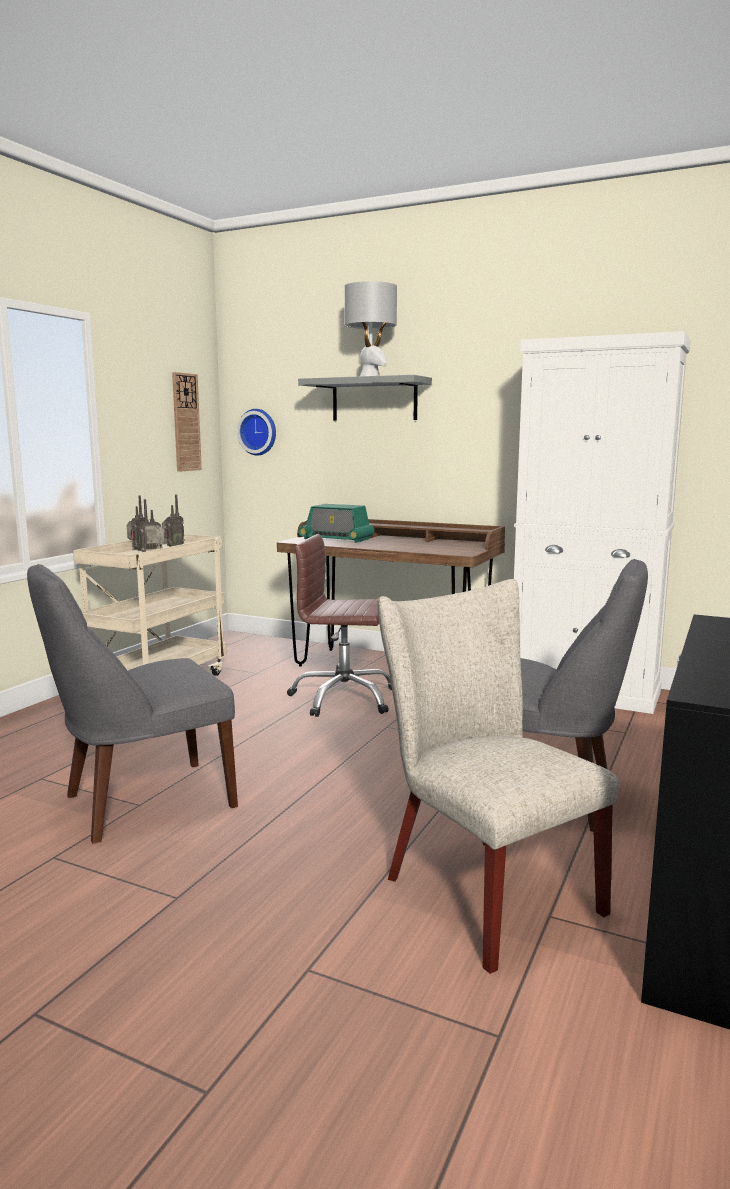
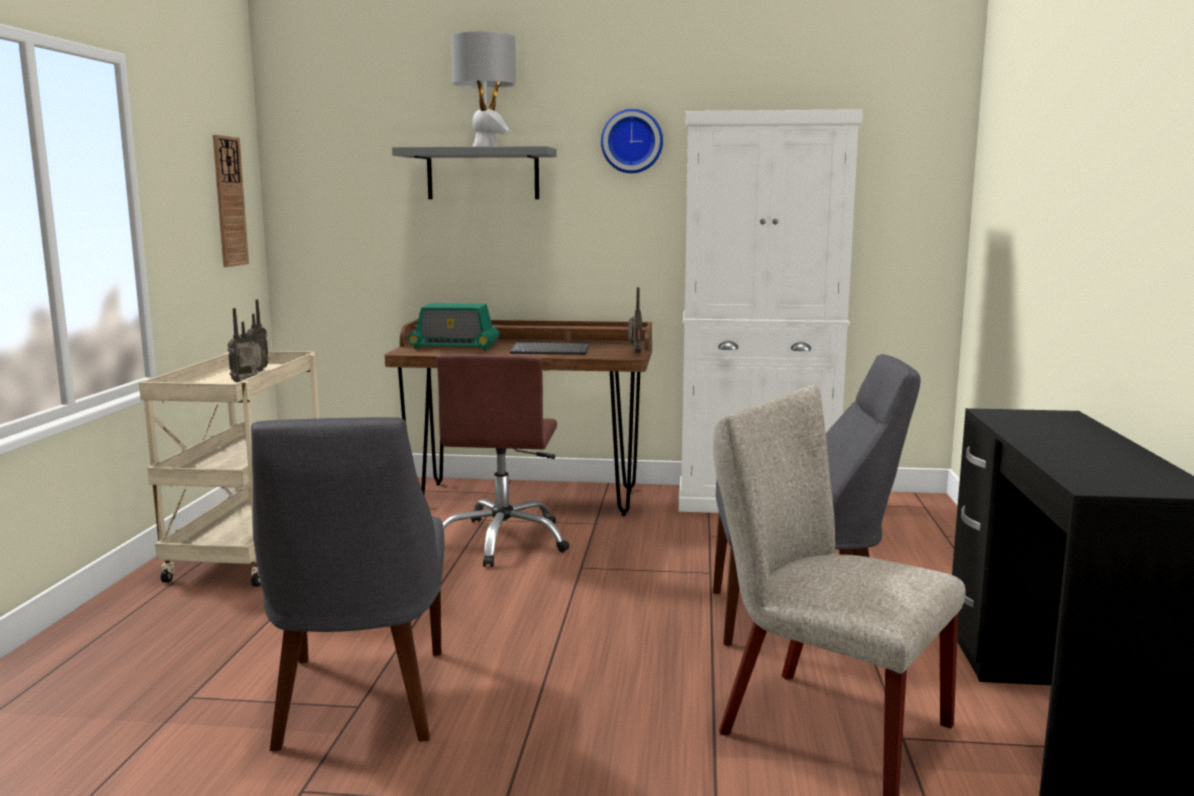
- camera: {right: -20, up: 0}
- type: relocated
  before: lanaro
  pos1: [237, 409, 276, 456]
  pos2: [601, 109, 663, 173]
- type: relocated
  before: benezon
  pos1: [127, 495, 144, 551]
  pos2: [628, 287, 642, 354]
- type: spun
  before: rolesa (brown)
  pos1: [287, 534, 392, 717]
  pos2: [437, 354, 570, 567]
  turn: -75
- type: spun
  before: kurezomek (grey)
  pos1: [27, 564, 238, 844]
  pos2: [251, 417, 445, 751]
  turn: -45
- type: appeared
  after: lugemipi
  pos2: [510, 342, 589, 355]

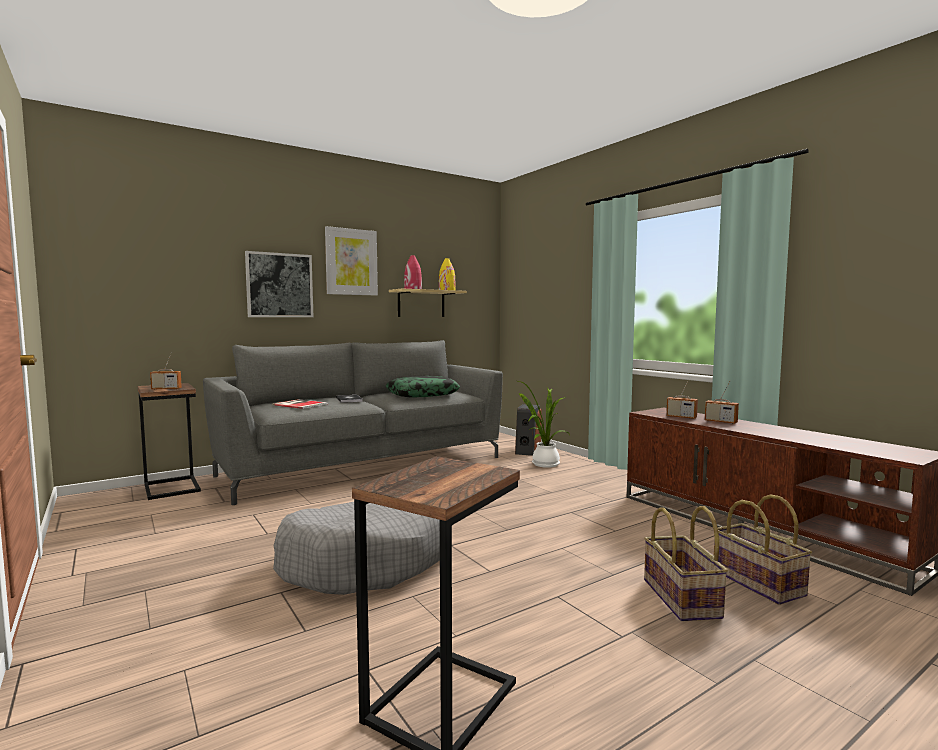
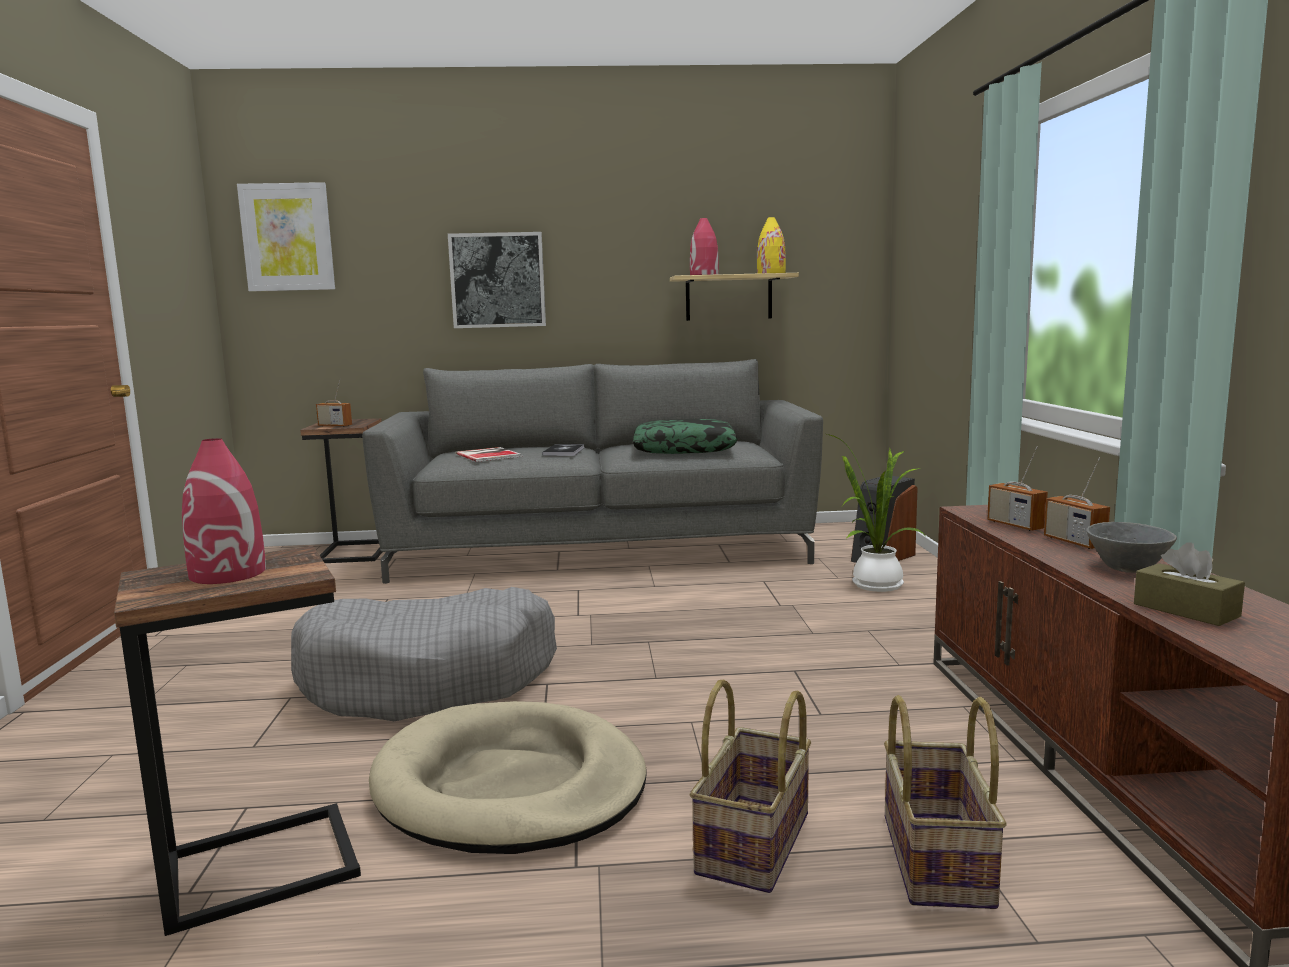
- camera: {right: 30, up: 5}
- type: relocated
  before: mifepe
  pos1: [325, 226, 378, 295]
  pos2: [237, 182, 335, 292]
- type: appeared
  after: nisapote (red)
  pos2: [182, 438, 266, 584]
- type: appeared
  after: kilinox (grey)
  pos2: [1086, 522, 1177, 573]
- type: appeared
  after: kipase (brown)
  pos2: [1134, 542, 1245, 626]
- type: appeared
  after: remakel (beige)
  pos2: [369, 701, 646, 854]

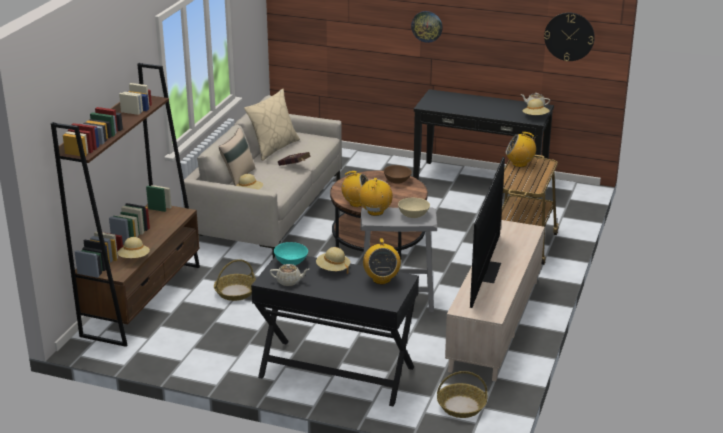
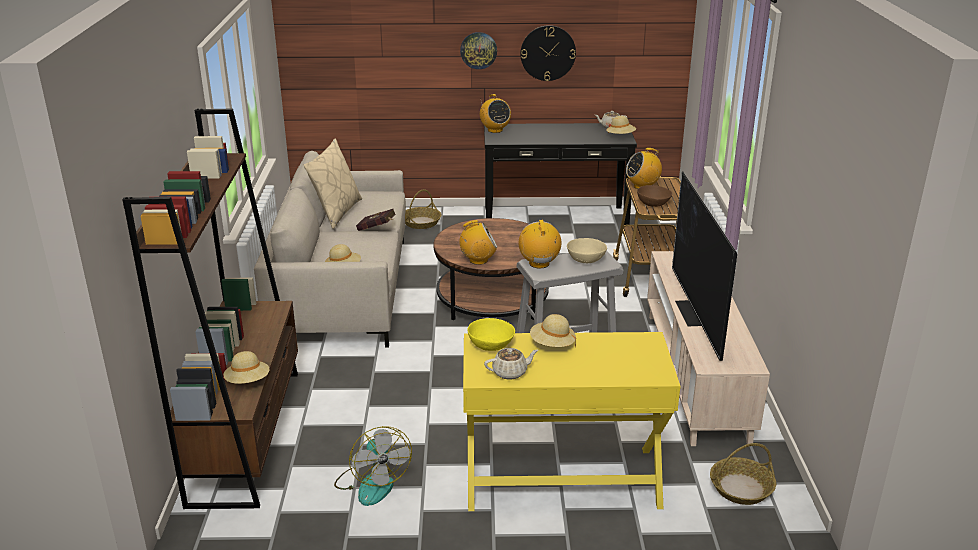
- camera: {right: -20, up: 0}
- type: relocated
  before: lanaro
  pos1: [544, 13, 595, 61]
  pos2: [520, 25, 576, 81]
- type: missing
  before: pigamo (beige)
  pos1: [218, 128, 255, 186]
- type: relocated
  before: kilinox (brown)
  pos1: [384, 165, 412, 183]
  pos2: [637, 185, 672, 207]
- type: relocated
  before: benezon
  pos1: [363, 238, 401, 284]
  pos2: [480, 94, 511, 133]
- type: colour
  before: kilinox (turquoise)
  after: kilinox (yellow)
  pos1: [274, 242, 308, 265]
  pos2: [468, 318, 515, 351]
- type: colour
  before: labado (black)
  after: labado (yellow)
  pos1: [251, 256, 419, 406]
  pos2: [463, 332, 681, 511]
- type: relocated
  before: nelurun
  pos1: [214, 259, 256, 301]
  pos2: [405, 189, 441, 229]
- type: appeared
  after: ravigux
  pos2: [334, 426, 412, 506]

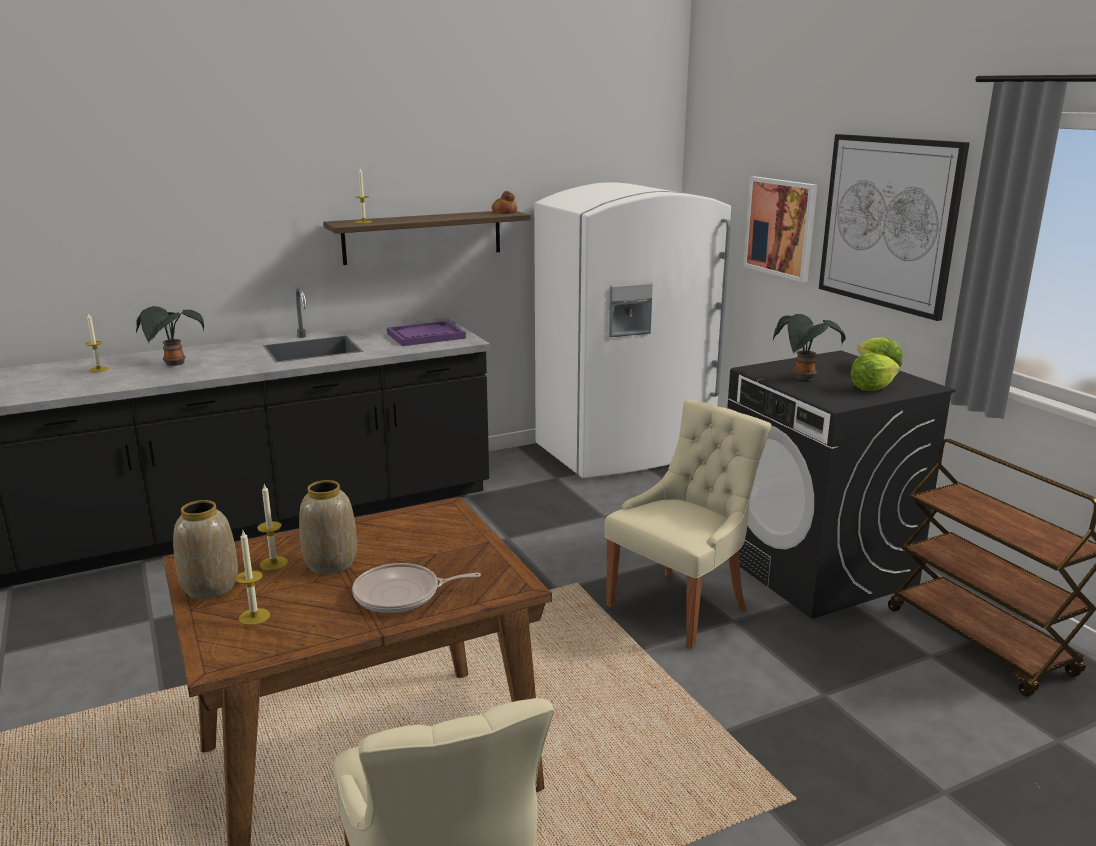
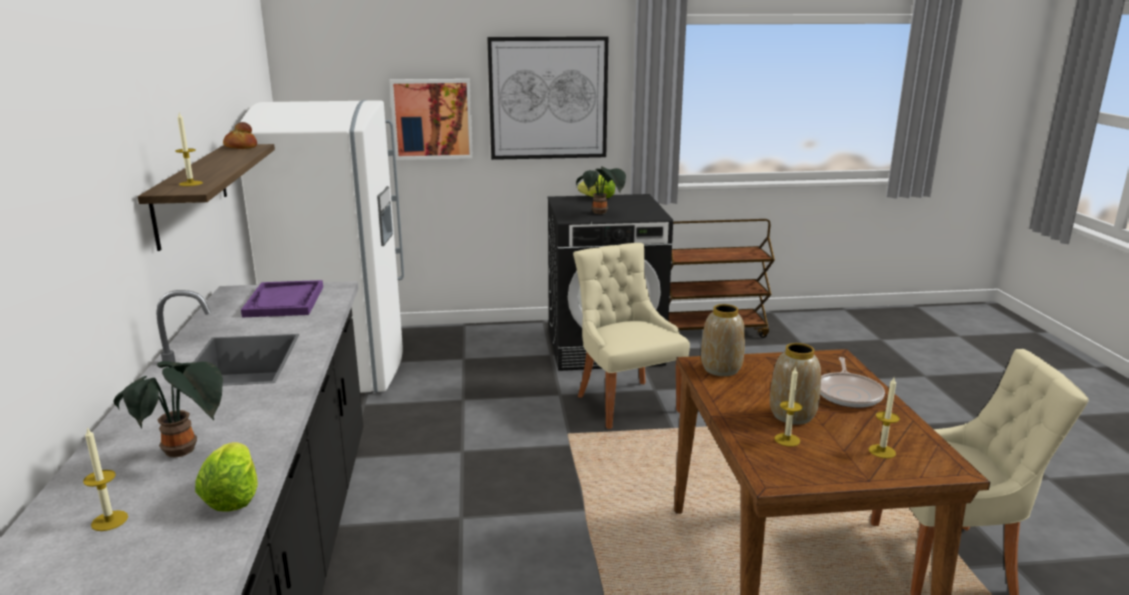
- camera: {right: -70, up: 0}
- type: relocated
  before: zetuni
  pos1: [850, 353, 900, 391]
  pos2: [195, 442, 258, 512]
- type: relocated
  before: nisapote
  pos1: [173, 500, 238, 599]
  pos2: [701, 304, 745, 376]

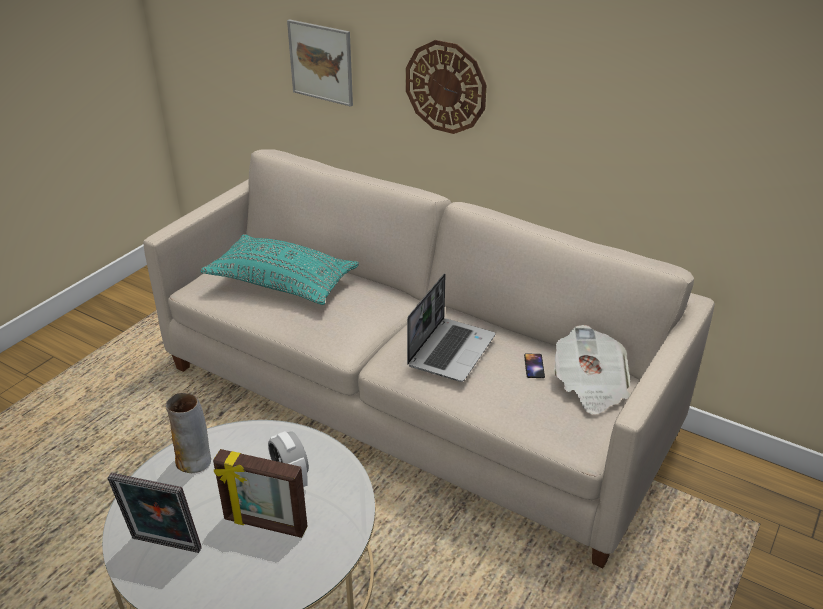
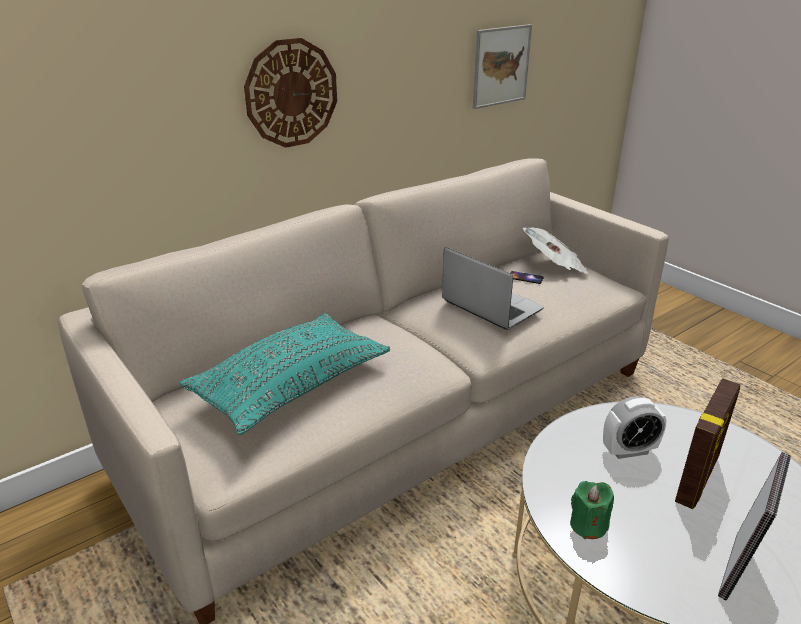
- camera: {right: -70, up: -5}
- type: relocated
  before: mifepe
  pos1: [287, 19, 353, 107]
  pos2: [473, 24, 532, 109]
- type: exchanged
  before: nisapote
  after: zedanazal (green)
  pos1: [165, 393, 211, 473]
  pos2: [570, 481, 614, 539]

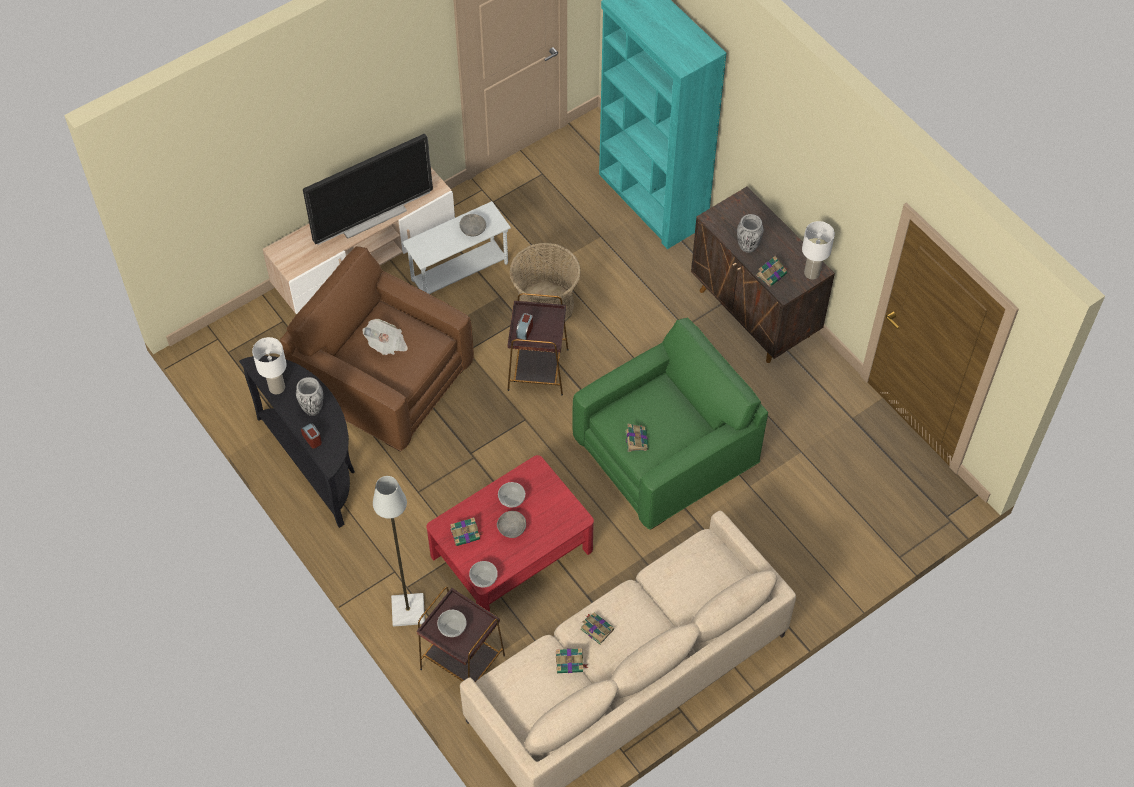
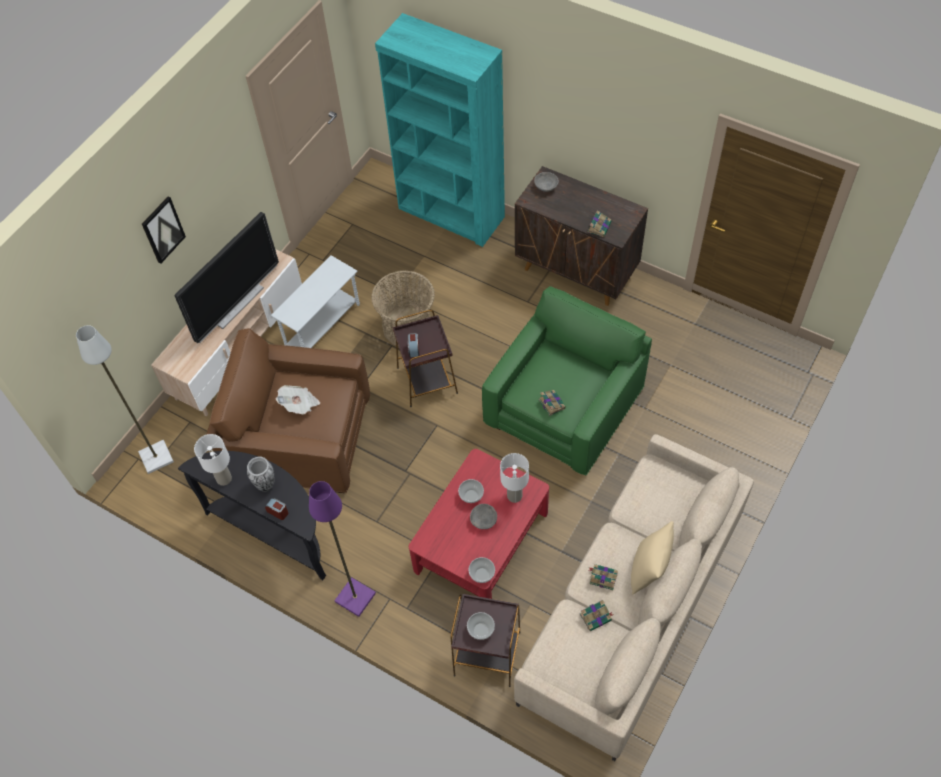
- camera: {right: -20, up: 0}
- type: relocated
  before: kilinox (grey)
  pos1: [459, 214, 486, 236]
  pos2: [534, 172, 559, 192]
- type: missing
  before: nisapote
  pos1: [737, 214, 763, 253]
- type: relocated
  before: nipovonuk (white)
  pos1: [802, 221, 835, 279]
  pos2: [500, 453, 529, 503]
- type: relocated
  before: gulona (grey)
  pos1: [373, 476, 425, 627]
  pos2: [76, 325, 174, 474]
- type: missing
  before: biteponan
  pos1: [450, 517, 483, 546]
- type: appeared
  after: mifepe
  pos2: [142, 197, 186, 264]
- type: appeared
  after: gulona (purple)
  pos2: [309, 481, 376, 617]
- type: appeared
  after: pigamo (beige)
  pos2: [631, 521, 674, 595]

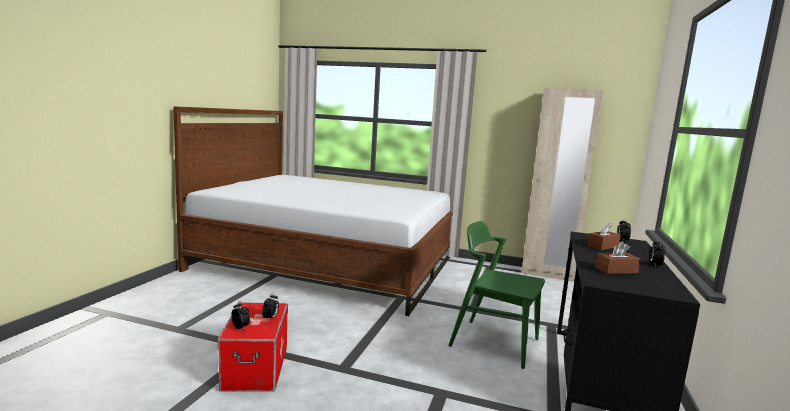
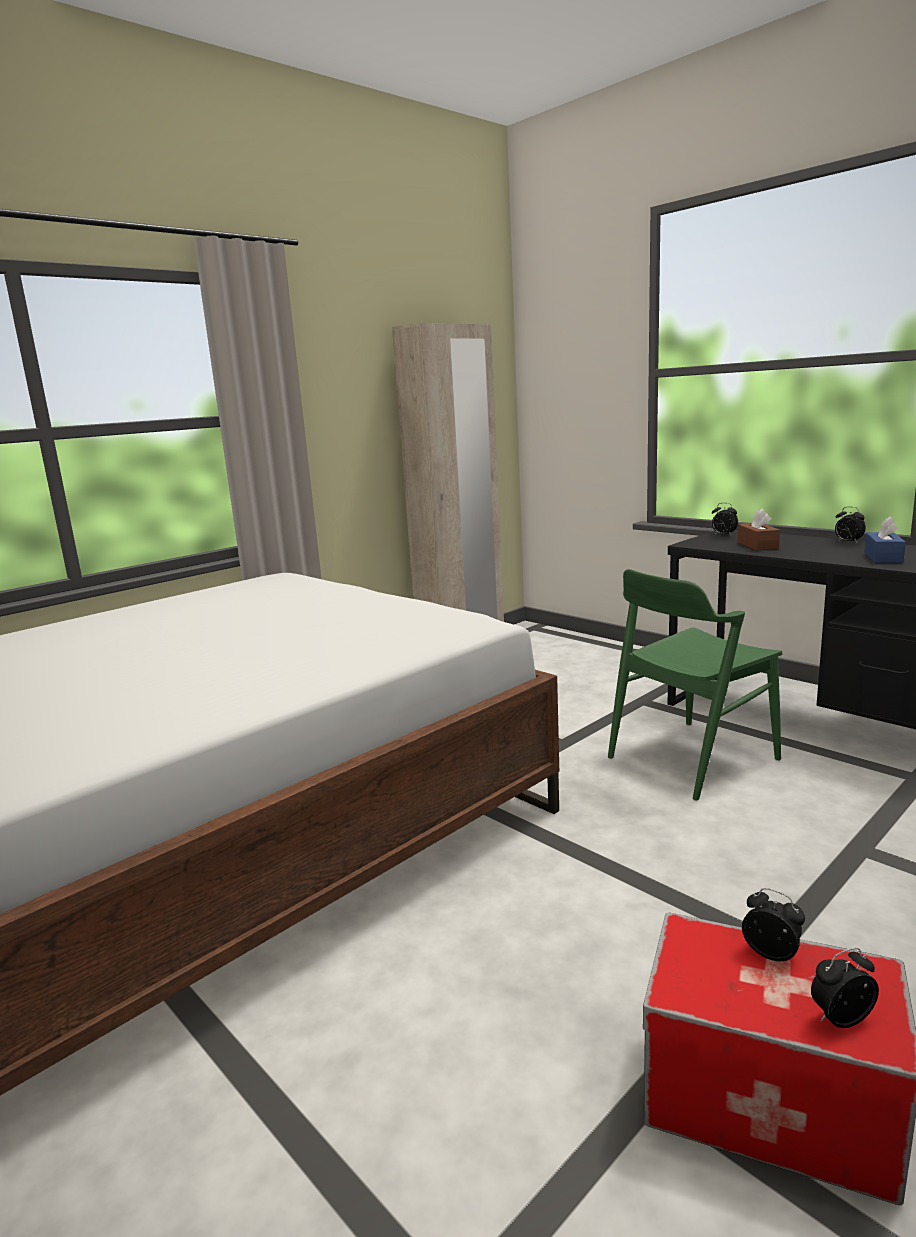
- camera: {right: -60, up: 5}
- type: colour
  before: kipase (brown)
  after: kipase (blue)
  pos1: [595, 242, 640, 274]
  pos2: [865, 516, 906, 563]

